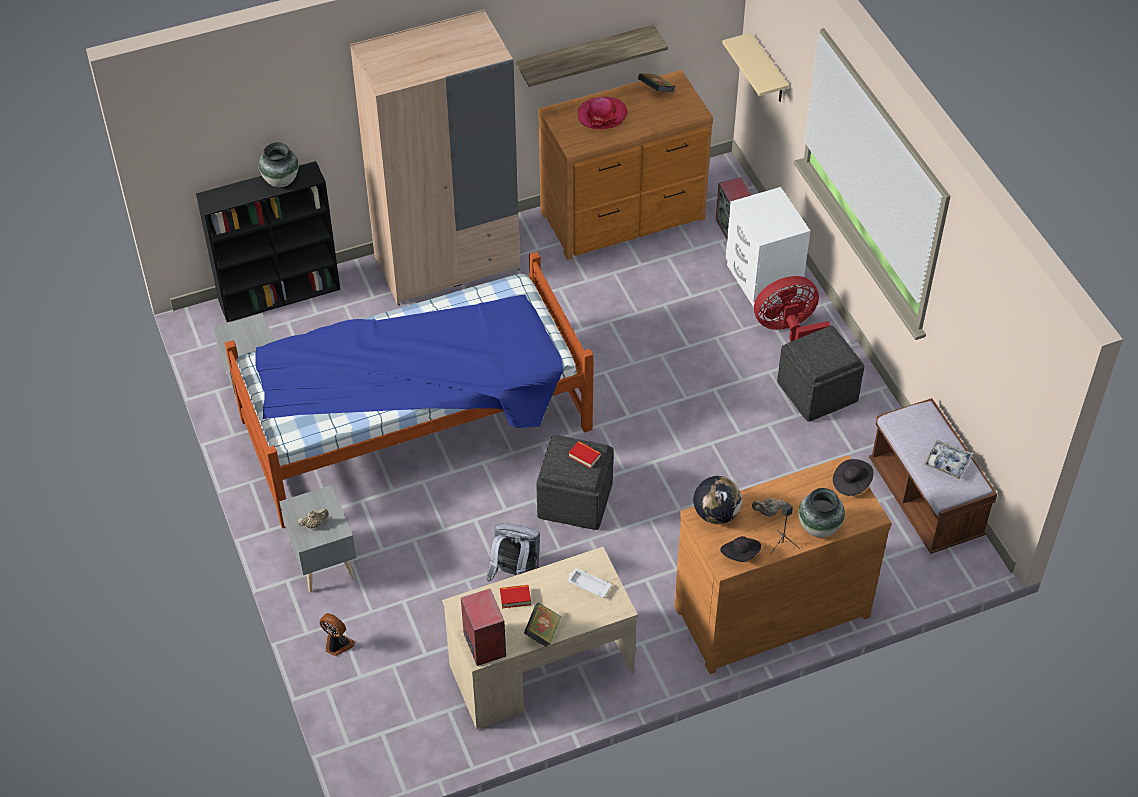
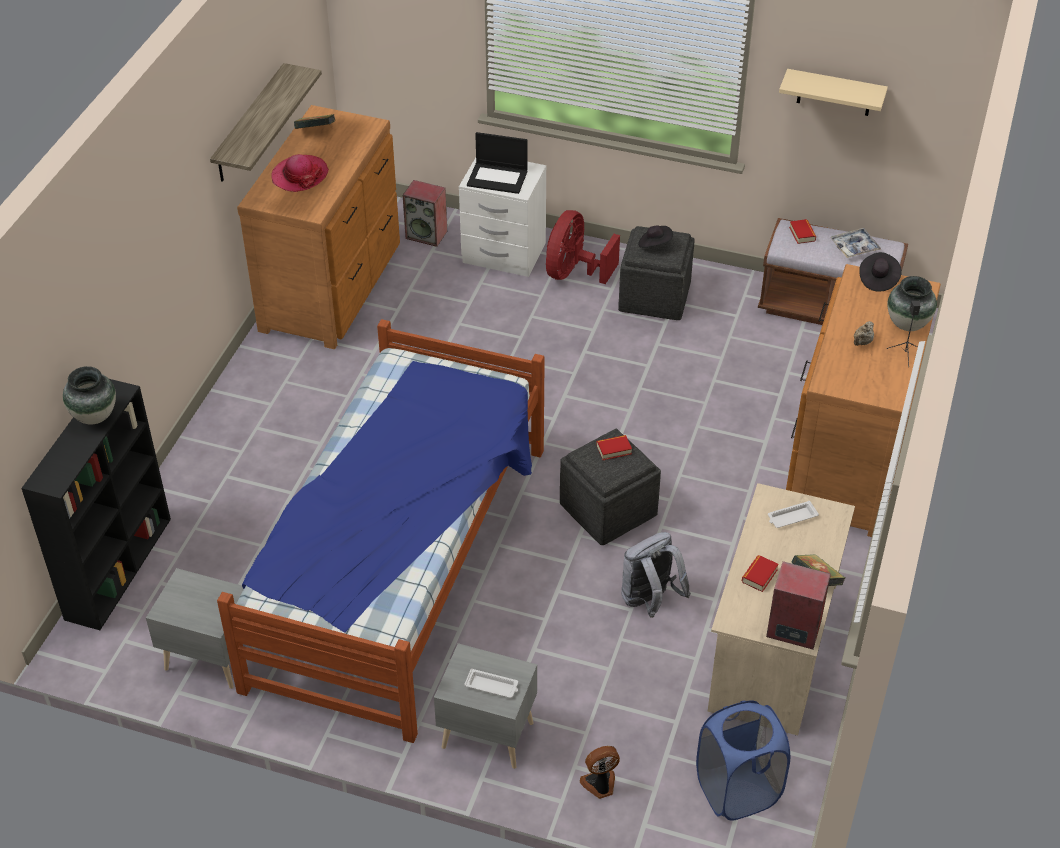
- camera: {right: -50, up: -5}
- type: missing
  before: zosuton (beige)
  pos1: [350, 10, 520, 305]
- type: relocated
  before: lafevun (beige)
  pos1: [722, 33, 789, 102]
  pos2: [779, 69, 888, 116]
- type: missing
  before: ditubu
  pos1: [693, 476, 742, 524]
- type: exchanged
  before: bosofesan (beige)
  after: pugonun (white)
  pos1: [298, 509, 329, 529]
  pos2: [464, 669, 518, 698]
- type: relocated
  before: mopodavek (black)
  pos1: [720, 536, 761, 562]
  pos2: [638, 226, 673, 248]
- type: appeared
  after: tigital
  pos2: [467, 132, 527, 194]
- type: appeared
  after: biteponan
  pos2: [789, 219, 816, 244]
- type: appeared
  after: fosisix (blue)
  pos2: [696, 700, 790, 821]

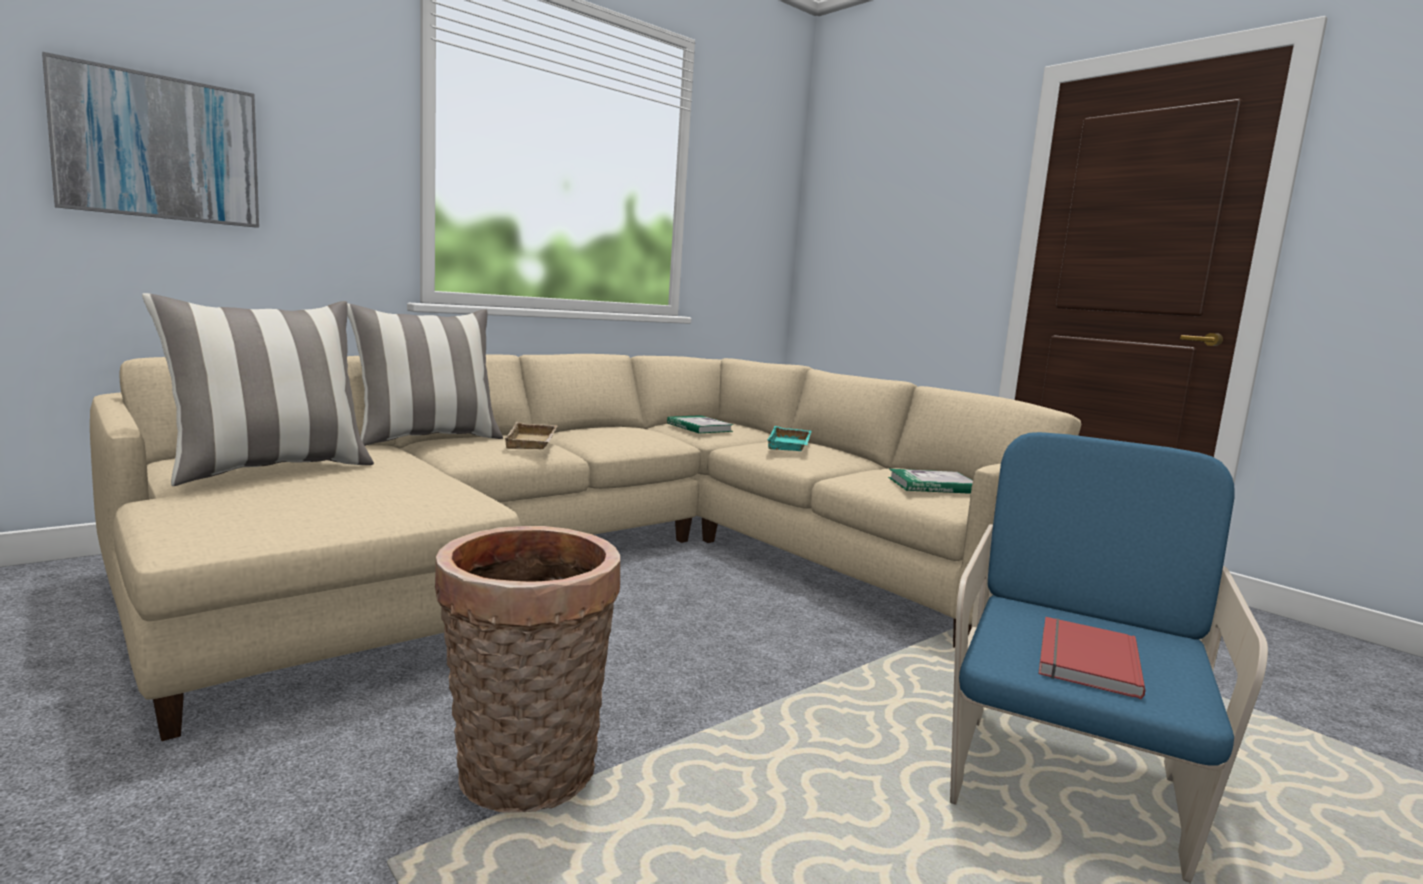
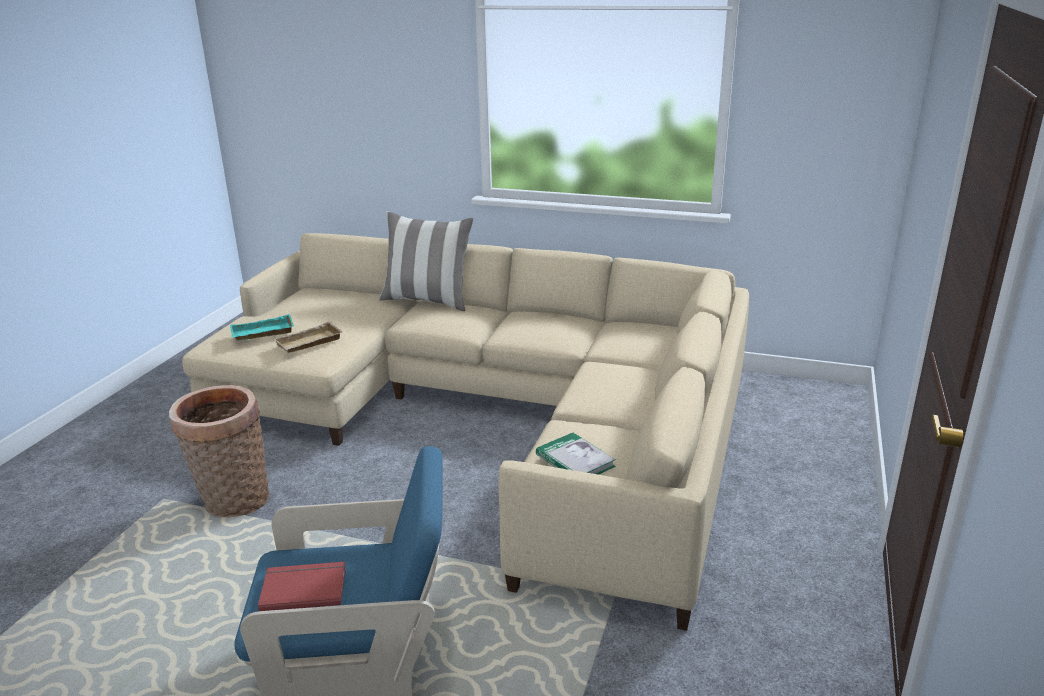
- camera: {right: 60, up: 15}
- type: missing
  before: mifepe
  pos1: [42, 52, 259, 228]
- type: missing
  before: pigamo
  pos1: [142, 293, 374, 486]
- type: missing
  before: biteponan
  pos1: [667, 415, 733, 434]
- type: relocated
  before: pugonun (beige)
  pos1: [503, 422, 557, 449]
  pos2: [273, 321, 343, 353]
- type: relocated
  before: pugonun (turquoise)
  pos1: [767, 426, 811, 451]
  pos2: [230, 314, 294, 341]

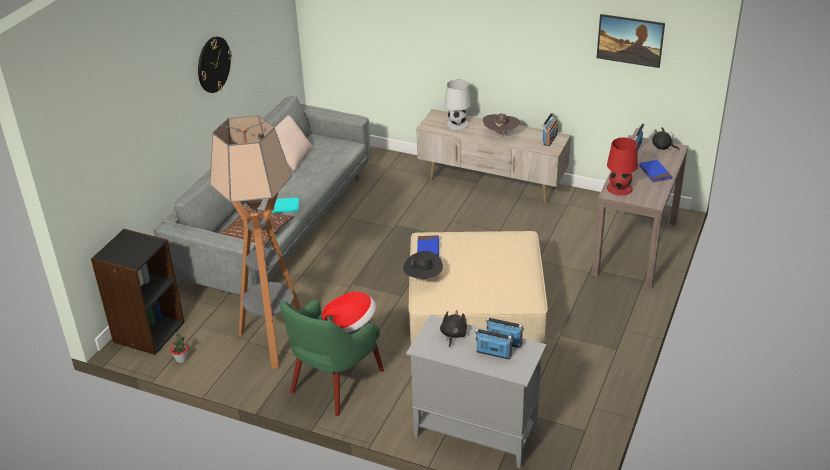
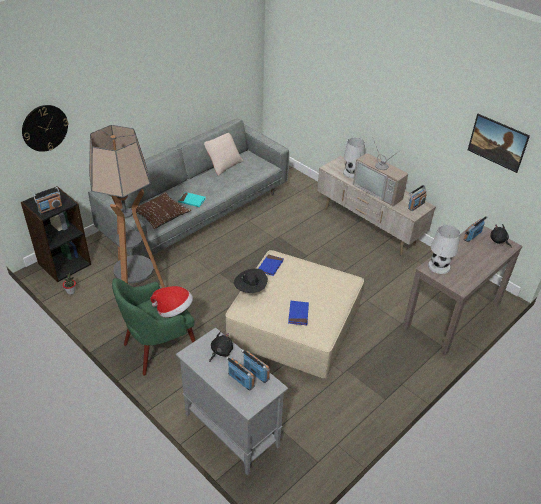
- camera: {right: 20, up: 5}
- type: relocated
  before: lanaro
  pos1: [198, 37, 232, 93]
  pos2: [22, 105, 68, 152]
- type: exchanged
  before: mopodavek (brown)
  after: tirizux
  pos1: [483, 113, 520, 138]
  pos2: [353, 137, 408, 206]
- type: colour
  before: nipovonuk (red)
  after: nipovonuk (white)
  pos1: [607, 138, 638, 195]
  pos2: [428, 225, 460, 274]
- type: relocated
  before: biteponan (blue)
  pos1: [639, 160, 672, 182]
  pos2: [288, 301, 309, 325]
- type: appeared
  after: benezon
  pos2: [33, 187, 63, 214]

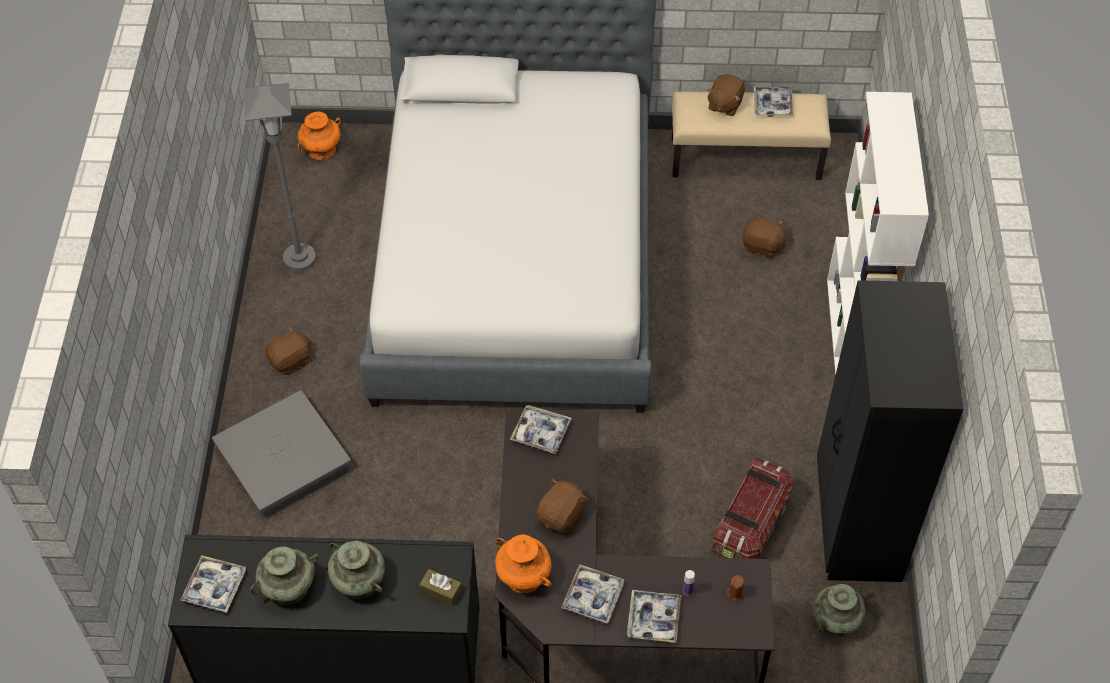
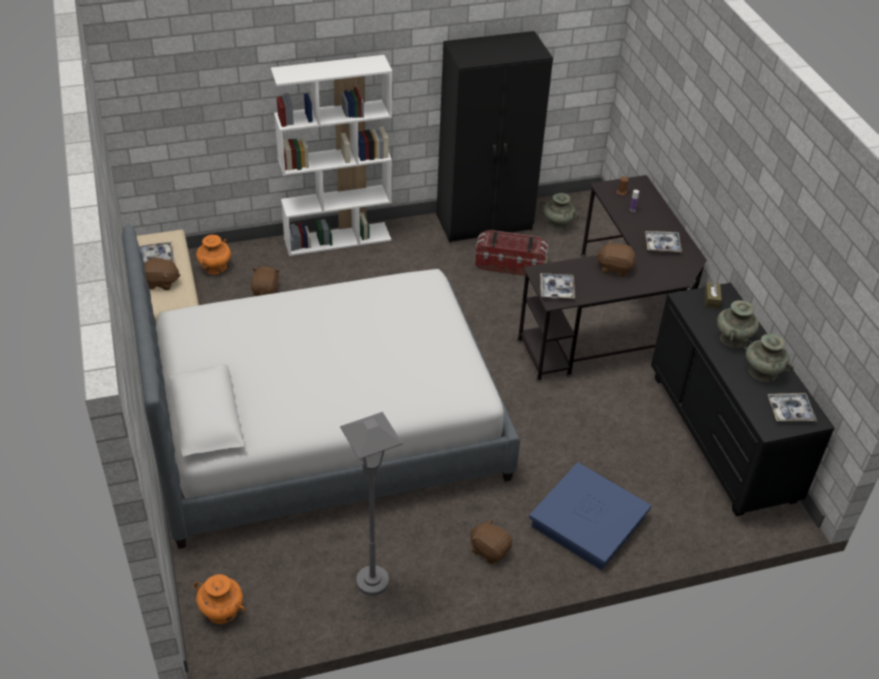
- camera: {right: -110, up: -10}
- type: colour
  before: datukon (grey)
  after: datukon (blue)
  pos1: [212, 390, 351, 518]
  pos2: [529, 462, 651, 570]
- type: relocated
  before: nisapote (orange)
  pos1: [495, 535, 552, 593]
  pos2: [196, 235, 231, 275]
- type: missing
  before: pugonun
  pos1: [627, 590, 681, 643]

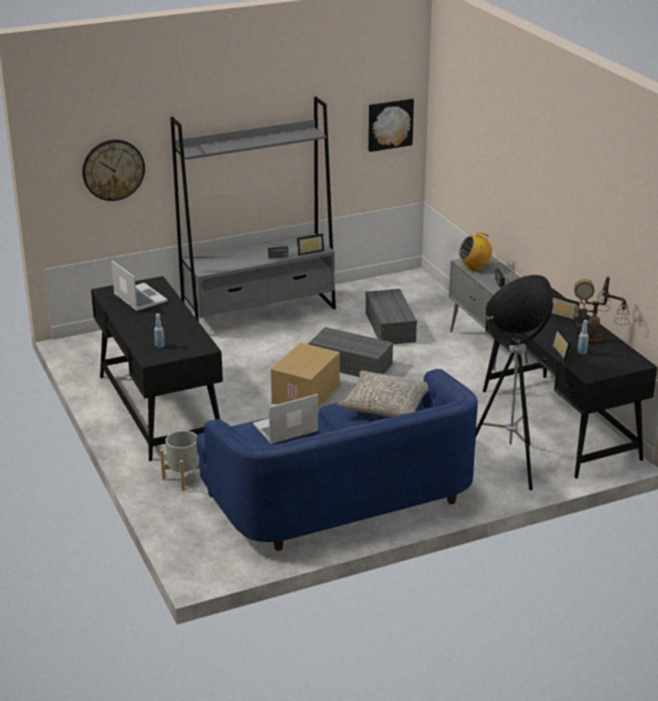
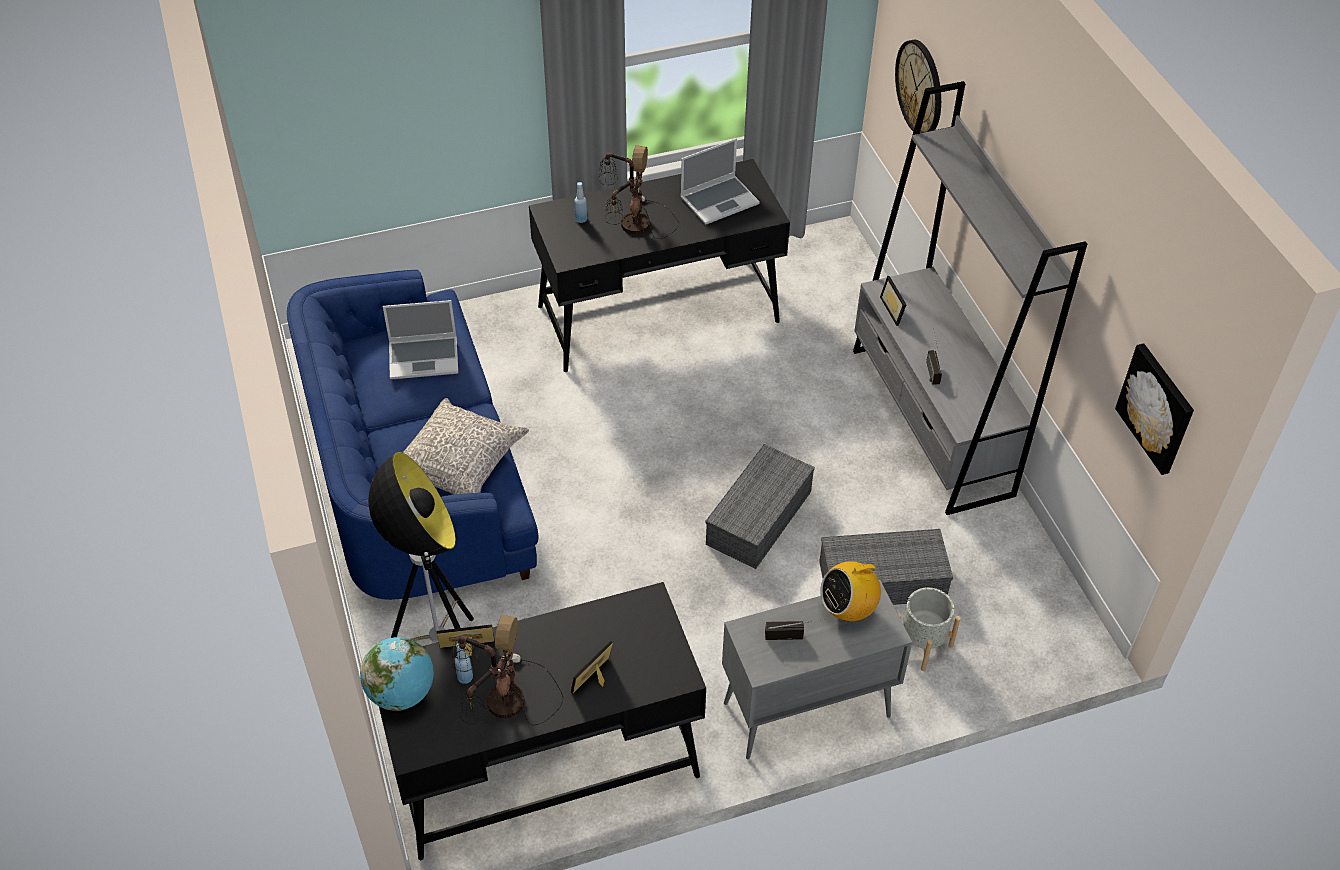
- camera: {right: 95, up: 20}
- type: spun
  before: benezon
  pos1: [459, 232, 492, 271]
  pos2: [820, 554, 881, 621]
  turn: -105
- type: relocated
  before: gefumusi
  pos1: [297, 234, 324, 256]
  pos2: [880, 276, 906, 326]
- type: missing
  before: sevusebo
  pos1: [271, 342, 340, 407]
- type: spun
  before: tigital
  pos1: [253, 394, 318, 444]
  pos2: [383, 300, 458, 379]
  turn: 105
- type: relocated
  before: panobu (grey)
  pos1: [160, 431, 200, 491]
  pos2: [898, 587, 961, 671]
- type: appeared
  after: nipovonuk
  pos2: [598, 145, 679, 239]
- type: appeared
  after: ditubu
  pos2: [360, 637, 434, 711]

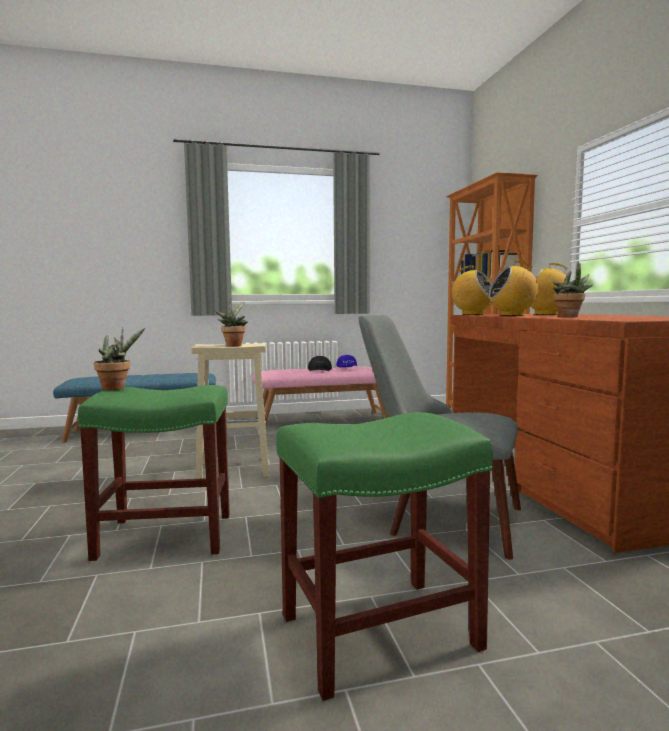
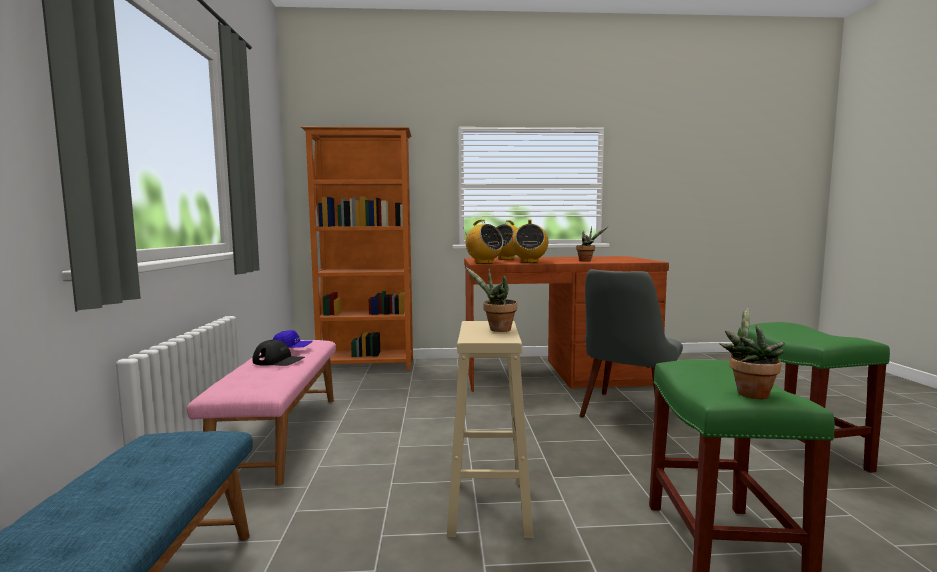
- camera: {right: -80, up: 0}
- type: spun
  before: benezon
  pos1: [448, 266, 492, 315]
  pos2: [465, 220, 503, 264]
  turn: 90

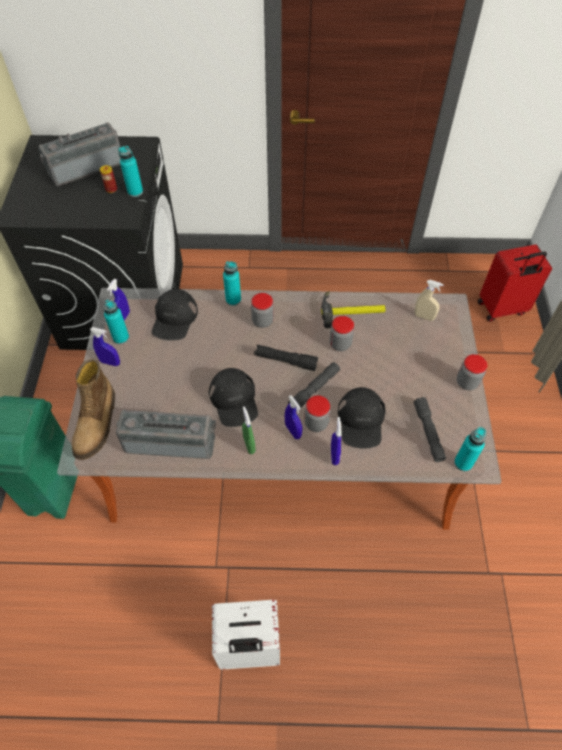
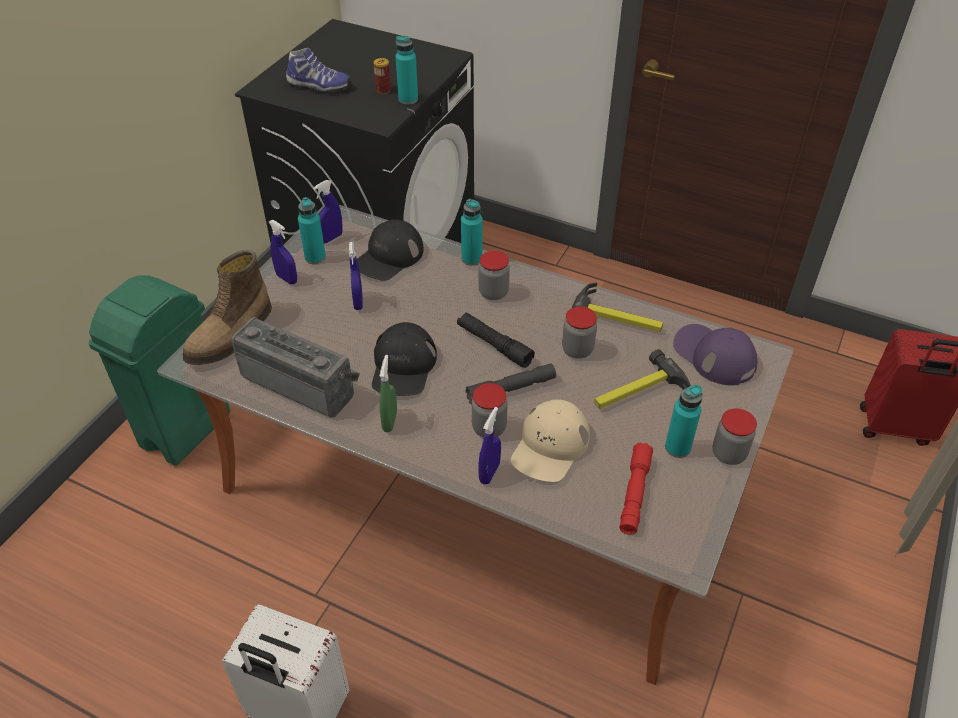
- camera: {right: 25, up: -10}
- type: missing
  before: benezon
  pos1: [39, 123, 121, 186]
- type: exchanged
  before: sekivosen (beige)
  after: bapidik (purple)
  pos1: [415, 280, 444, 321]
  pos2: [673, 324, 758, 385]
- type: colour
  before: bapidik (black)
  after: bapidik (beige)
  pos1: [338, 387, 386, 449]
  pos2: [511, 399, 590, 482]
- type: relocated
  before: sekivosen (blue)
  pos1: [285, 395, 302, 439]
  pos2: [349, 242, 363, 310]
- type: colour
  before: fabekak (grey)
  after: fabekak (red)
  pos1: [414, 397, 446, 462]
  pos2: [619, 443, 653, 535]
- type: relocated
  before: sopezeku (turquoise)
  pos1: [454, 427, 486, 471]
  pos2: [665, 384, 703, 458]
- type: appeared
  after: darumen
  pos2: [286, 48, 351, 94]
- type: appeared
  after: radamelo
  pos2: [594, 349, 691, 409]

